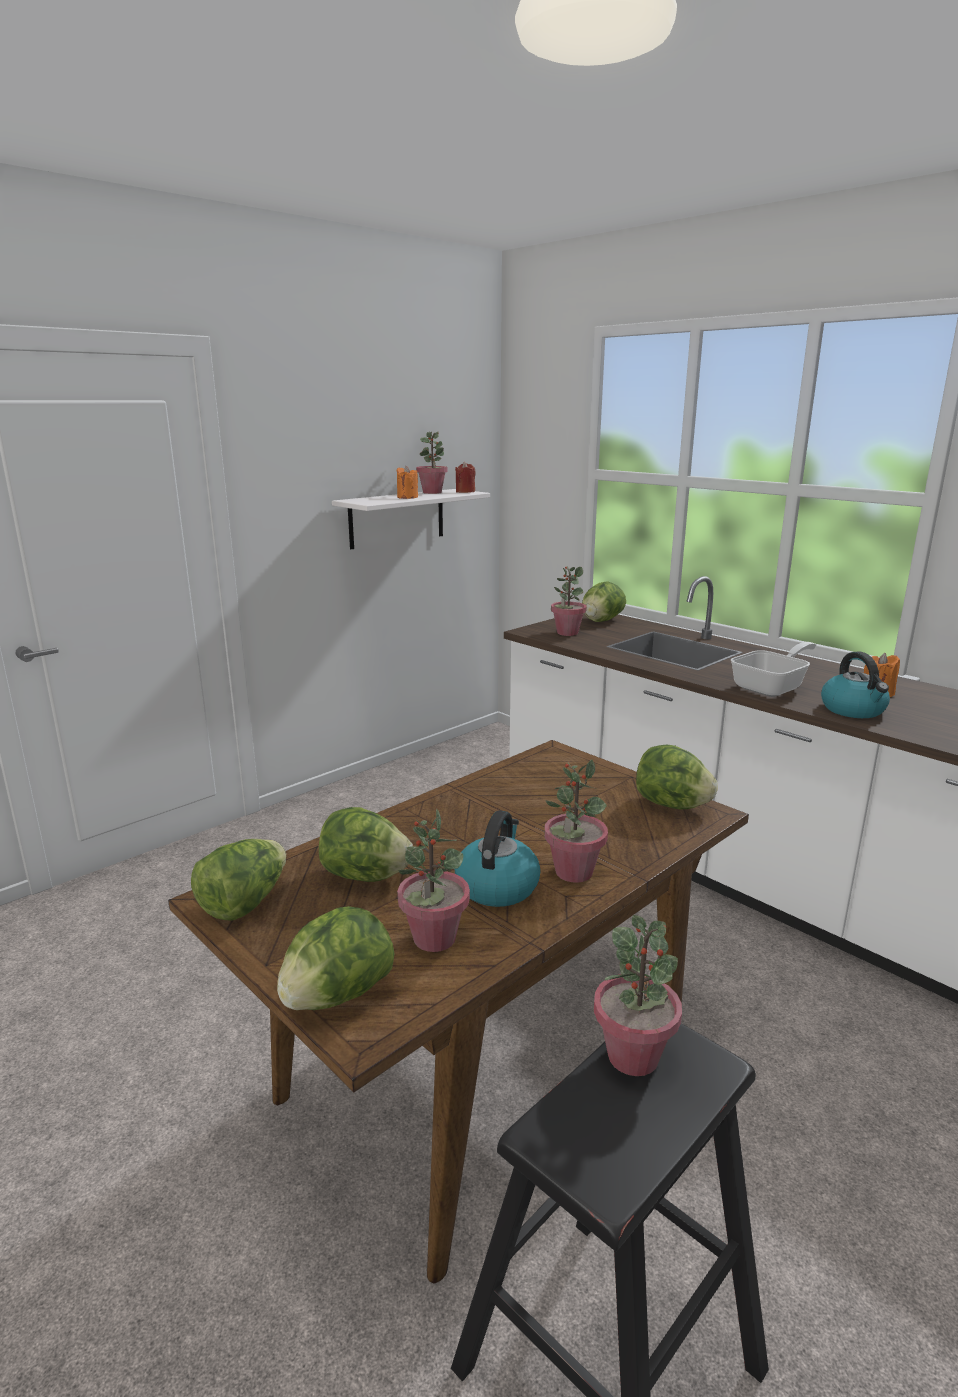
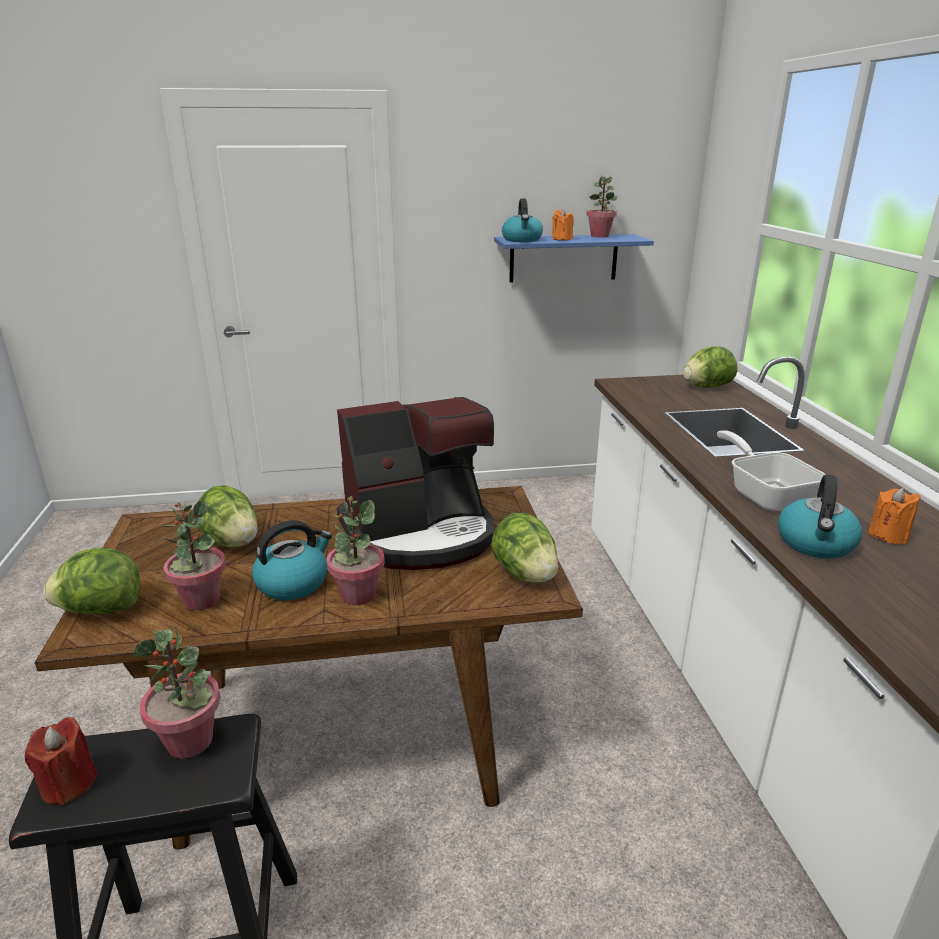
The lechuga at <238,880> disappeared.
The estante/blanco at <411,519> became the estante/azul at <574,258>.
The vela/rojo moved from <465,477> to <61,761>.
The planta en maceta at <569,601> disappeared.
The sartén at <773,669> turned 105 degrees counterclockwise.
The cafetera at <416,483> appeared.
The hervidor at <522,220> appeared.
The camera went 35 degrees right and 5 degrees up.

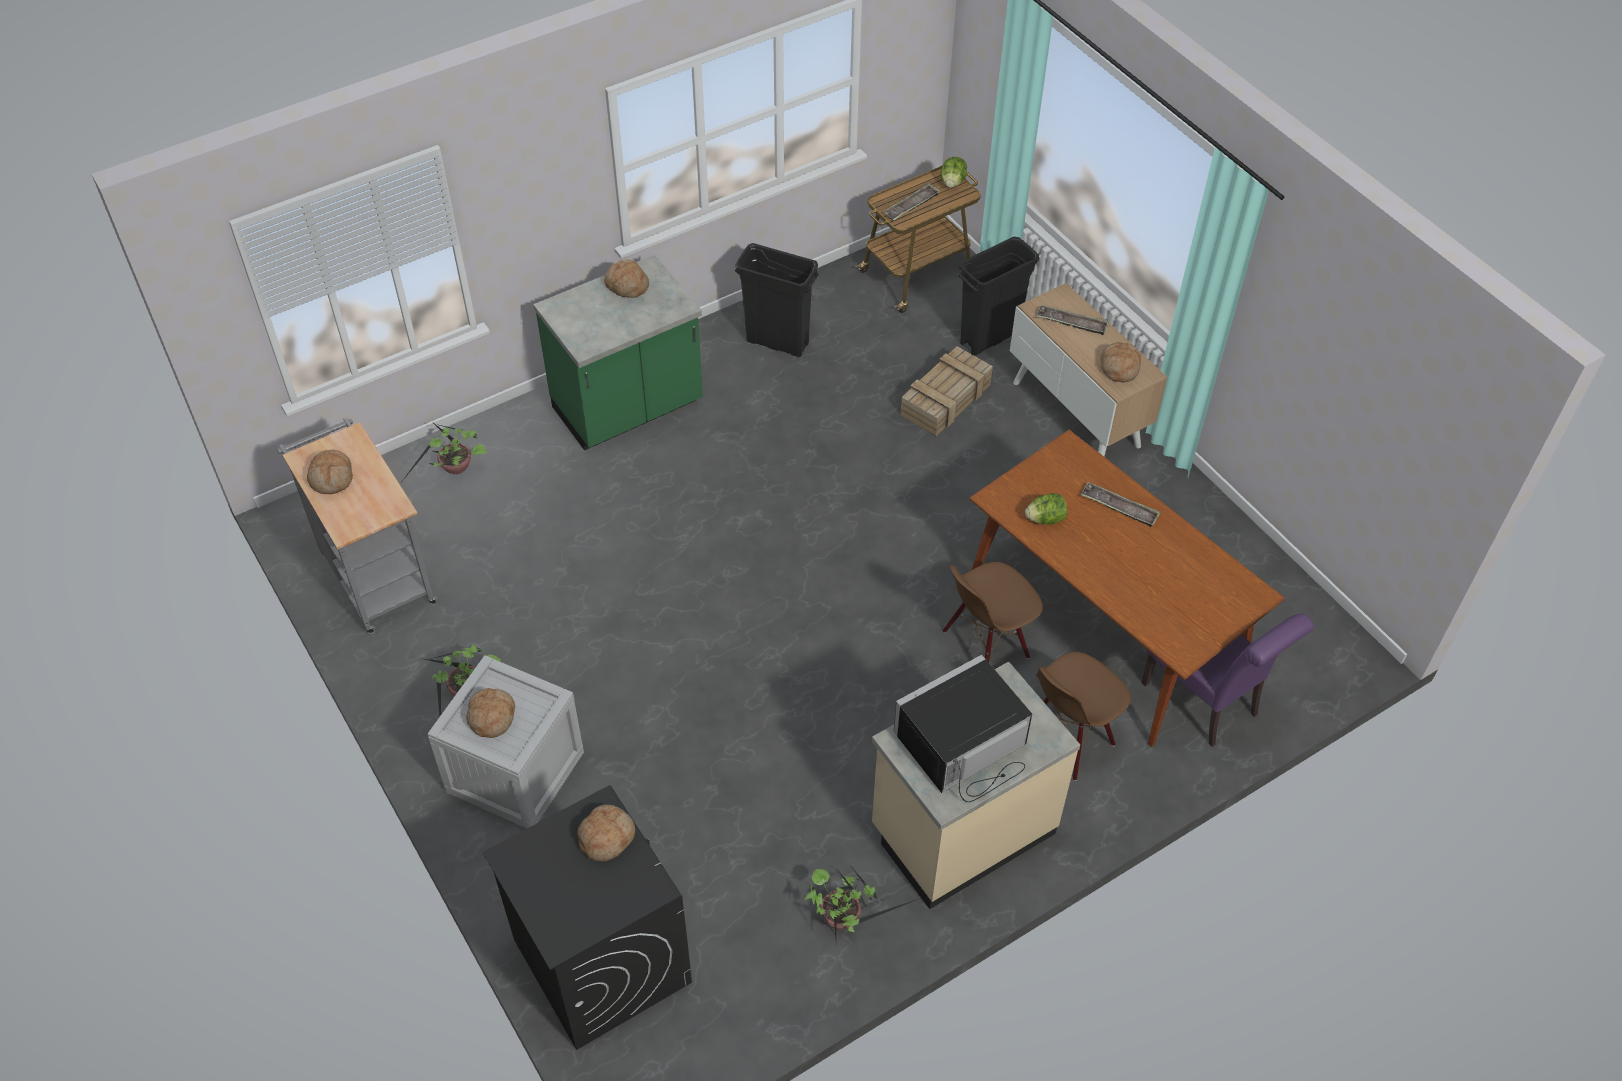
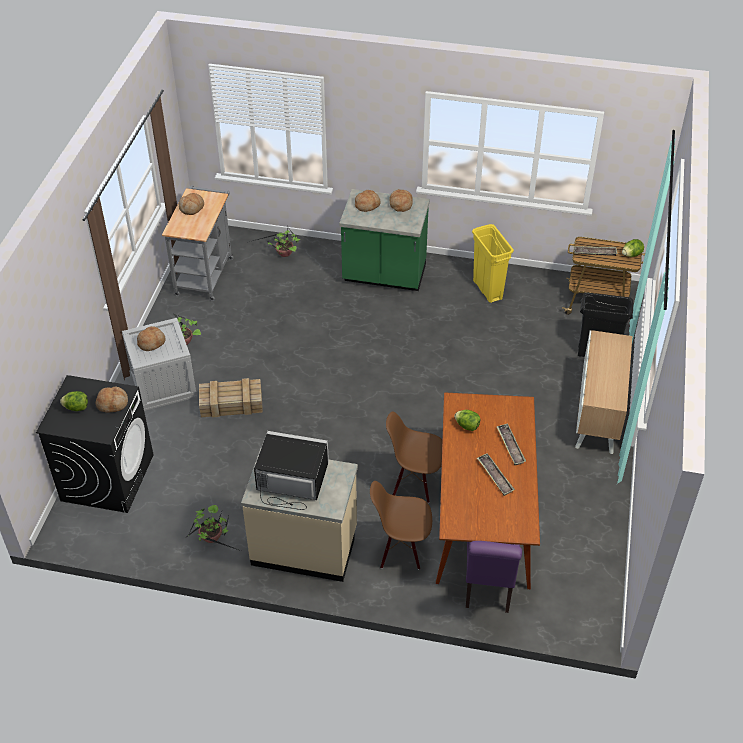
The papelera/negro at <777,300> became the papelera/amarillo at <493,263>.
The caja de embalaje moved from <946,391> to <231,397>.
The bandeja moved from <1072,320> to <496,474>.
The pan moved from <1120,362> to <367,201>.
The lechuga at <74,401> appeared.
The camera went 45 degrees right and 5 degrees down.

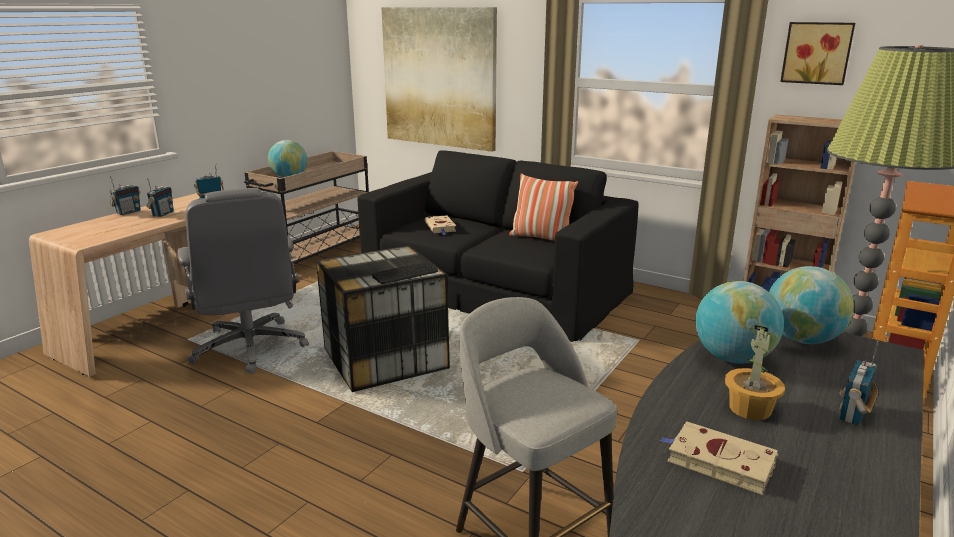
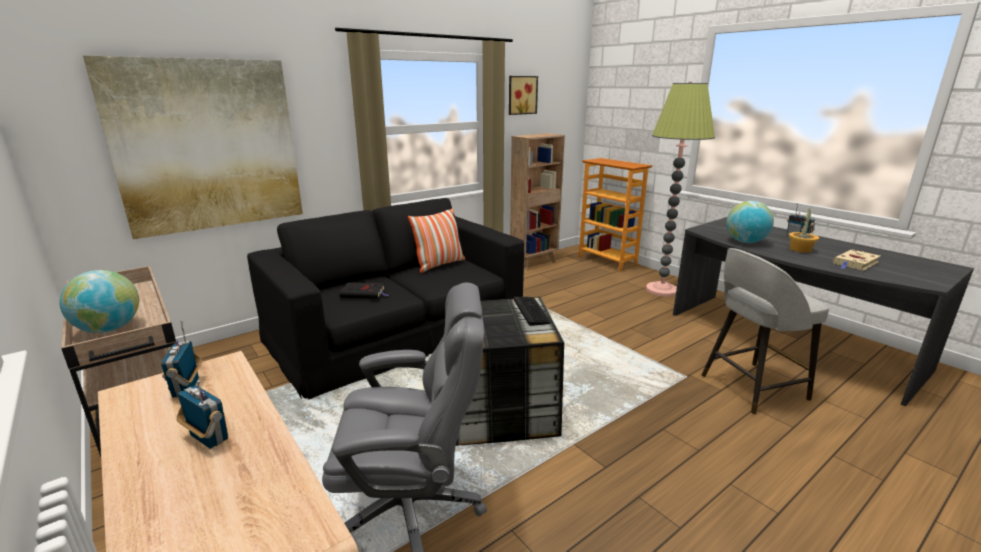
The radio at <125,195> disappeared.
The libro/beis at <440,225> became the libro/negro at <364,291>.
The globo terráqueo at <811,305> disappeared.
The camera went 70 degrees left and 0 degrees up.

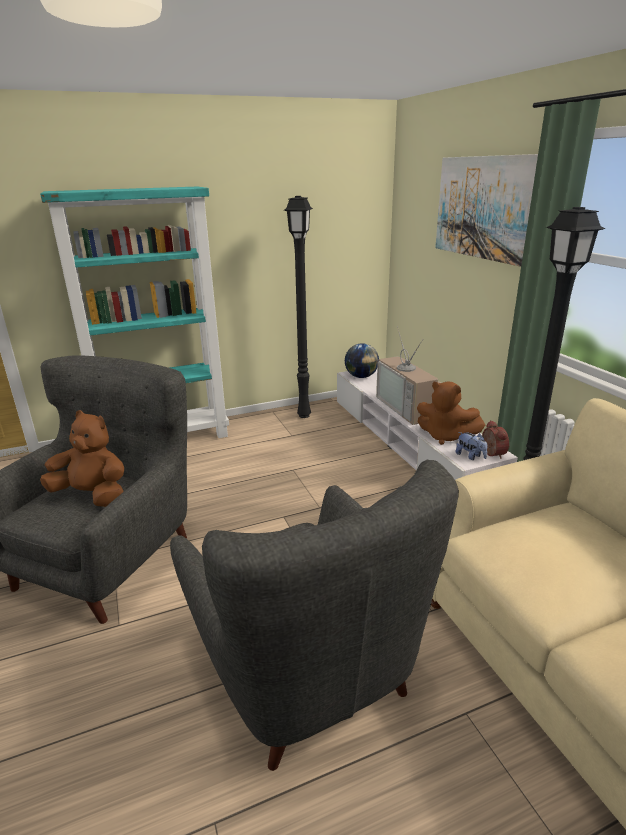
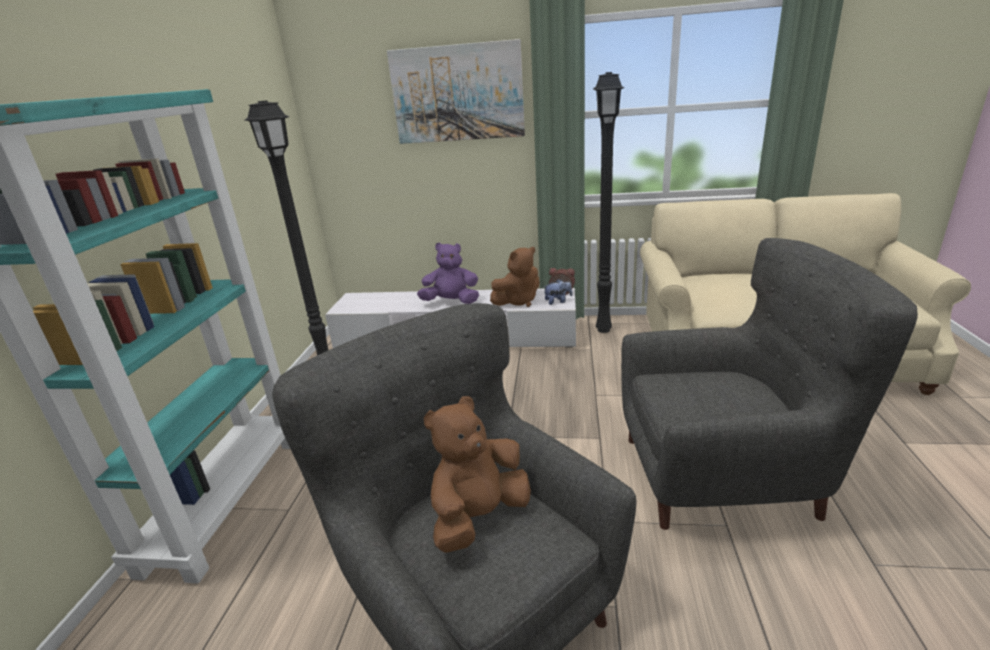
The globo terráqueo at <362,360> disappeared.
The televisor at <408,375> was replaced by the peluche/morado at <448,273>.
The camera went 60 degrees left and 0 degrees up.

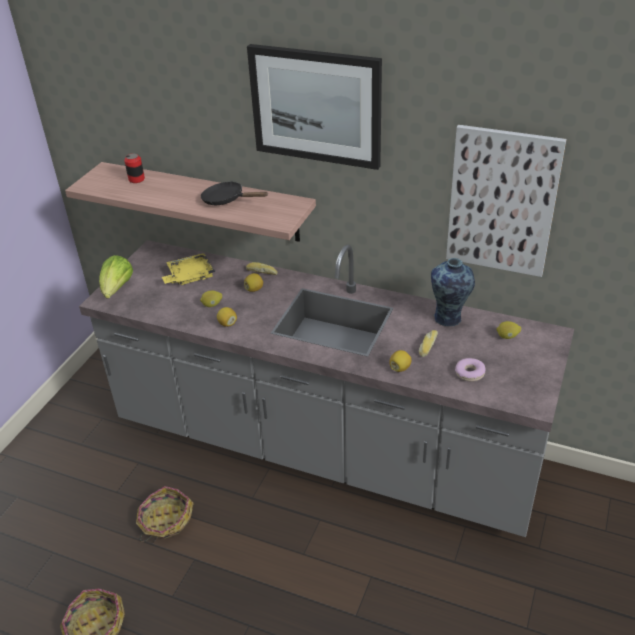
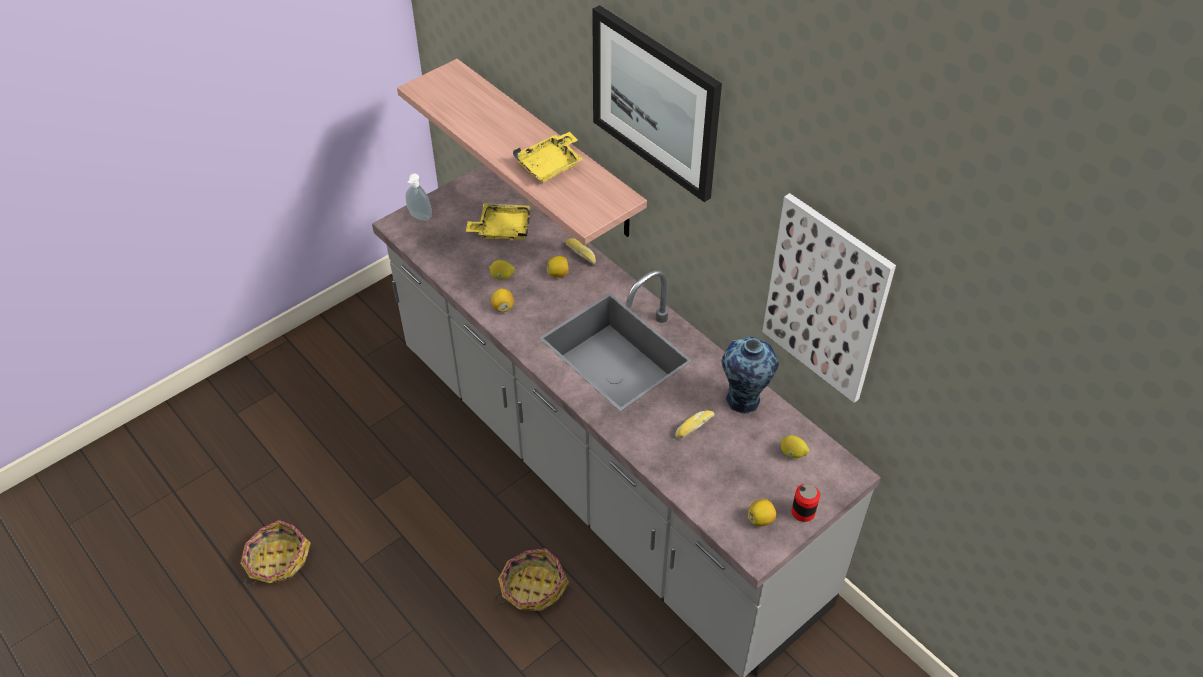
The lechuga at <116,276> was replaced by the dispensador de jabón at <418,197>.
The lata moved from <134,168> to <806,503>.
The cesta moved from <165,514> to <532,579>.
The sartén/negro at <234,193> was replaced by the bandeja/amarillo at <548,157>.
The limón moved from <400,361> to <762,512>.
The rosquilla at <470,369> disappeared.
The camera went 25 degrees right and 10 degrees up.

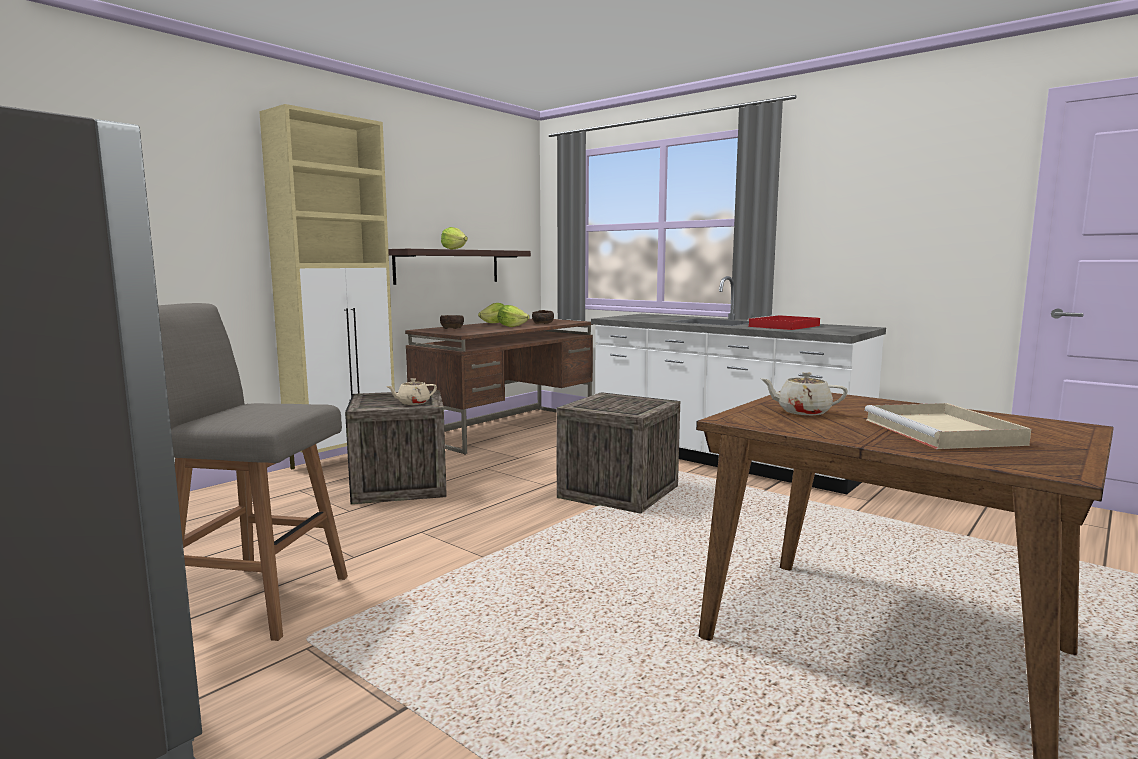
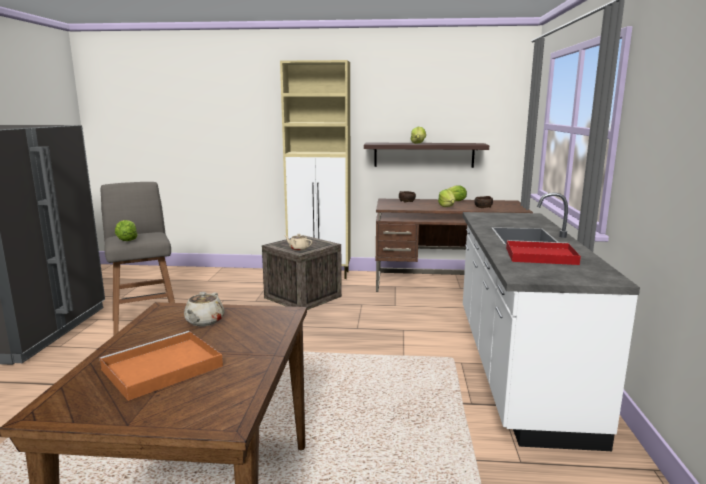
The caja de embalaje at <618,453> disappeared.
The tetera/beis at <804,393> turned 150 degrees counterclockwise.
The bandeja/beis at <947,426> became the bandeja/naranja at <161,366>.
The lechuga at <126,230> appeared.
The camera went 55 degrees right and 5 degrees up.

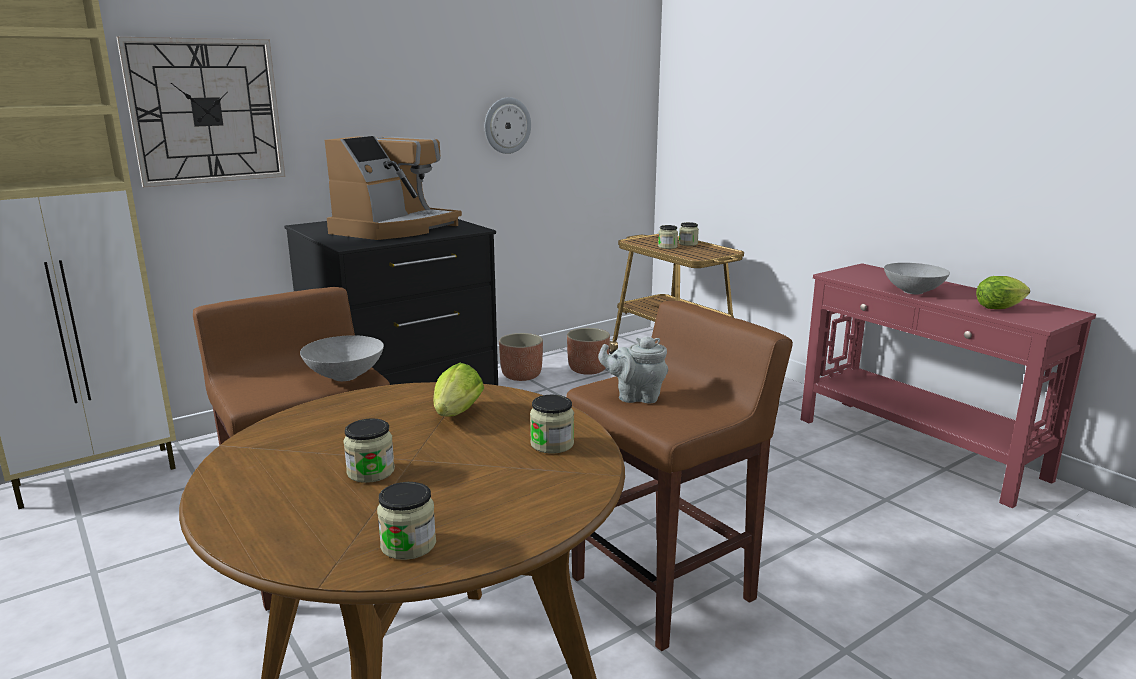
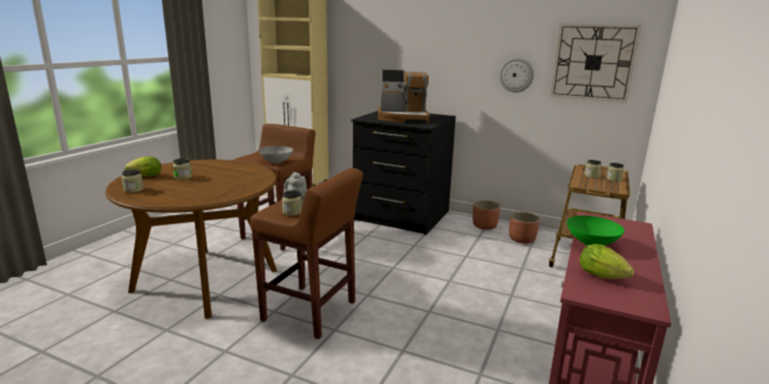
The reloj de pared moved from <200,112> to <595,63>.
The lechuga moved from <458,390> to <143,166>.
The tarro moved from <552,424> to <292,203>.
The cuenco/gris at <917,278> became the cuenco/verde at <595,231>.
The camera went 60 degrees right and 0 degrees up.

